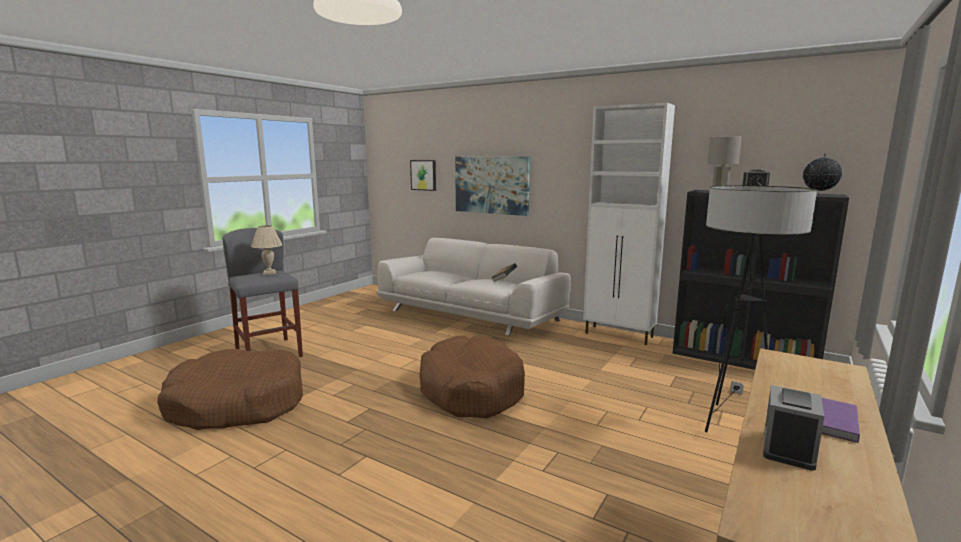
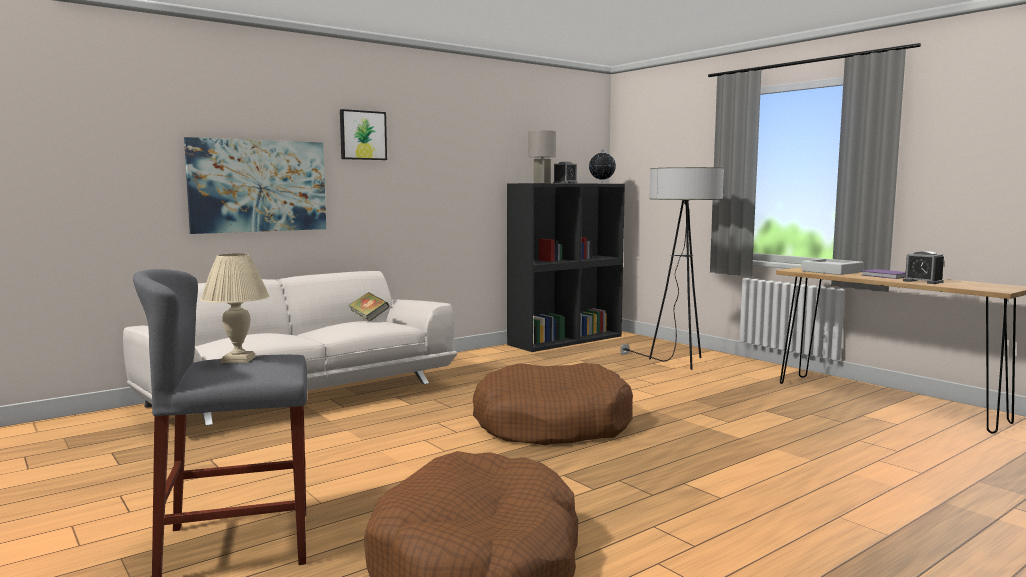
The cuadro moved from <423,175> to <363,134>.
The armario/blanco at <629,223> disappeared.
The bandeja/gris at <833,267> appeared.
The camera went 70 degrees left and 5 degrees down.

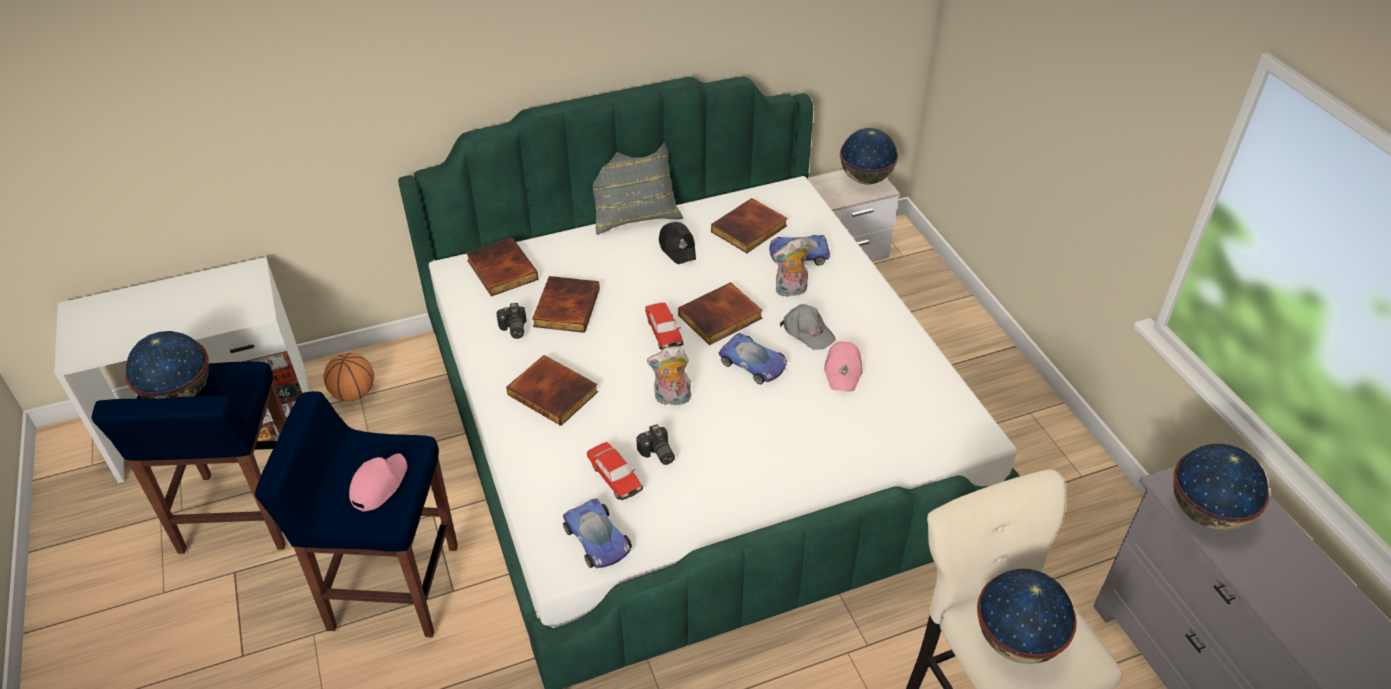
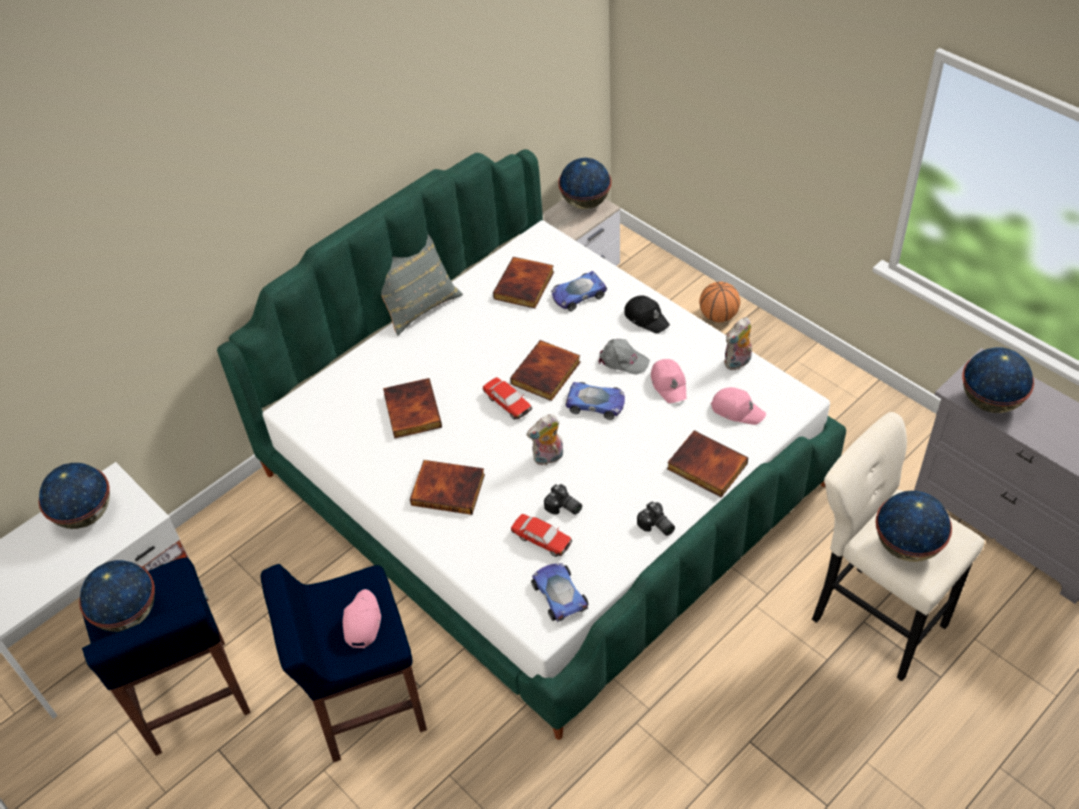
The balón de baloncesto moved from <349,377> to <719,302>.
The libro moved from <502,266> to <707,464>.
The cámara moved from <512,321> to <656,518>.
The coche de juguete at <597,533> turned 150 degrees counterclockwise.
The gorra/negro moved from <677,243> to <647,314>.
The peluche moved from <790,267> to <738,343>.
The globo terráqueo at <74,496> appeared.
The gorra/rosa at <738,406> appeared.
The camera went 20 degrees left and 5 degrees up.

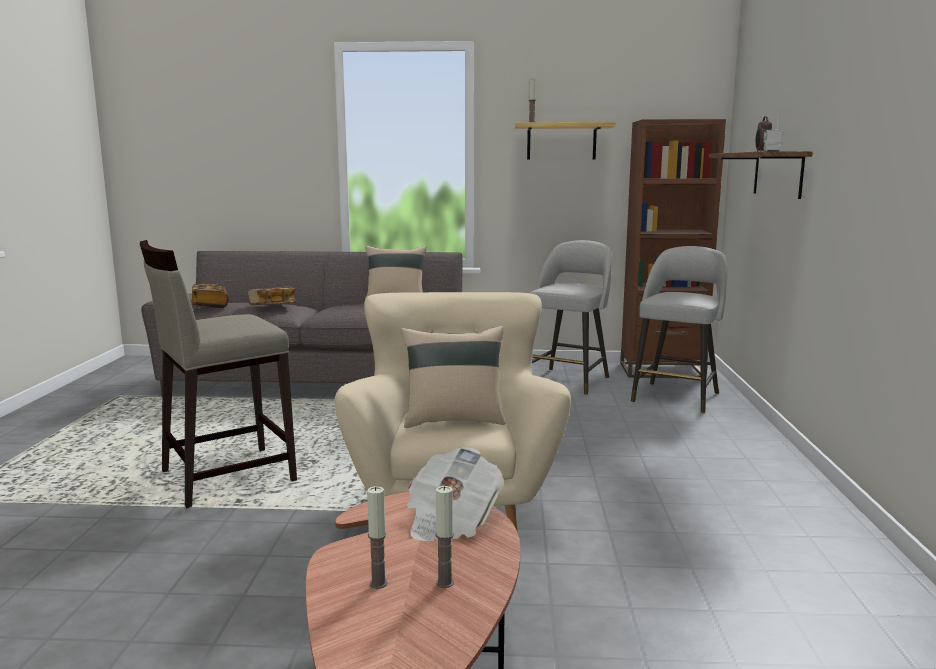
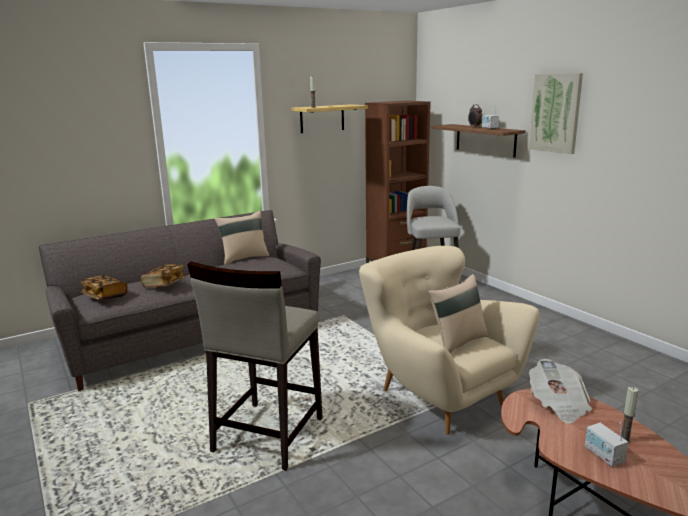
The vela at <377,537> was replaced by the radio at <606,444>.
The taburete/gris at <570,317> disappeared.
The cuadro at <556,113> appeared.
The camera went 35 degrees left and 5 degrees up.

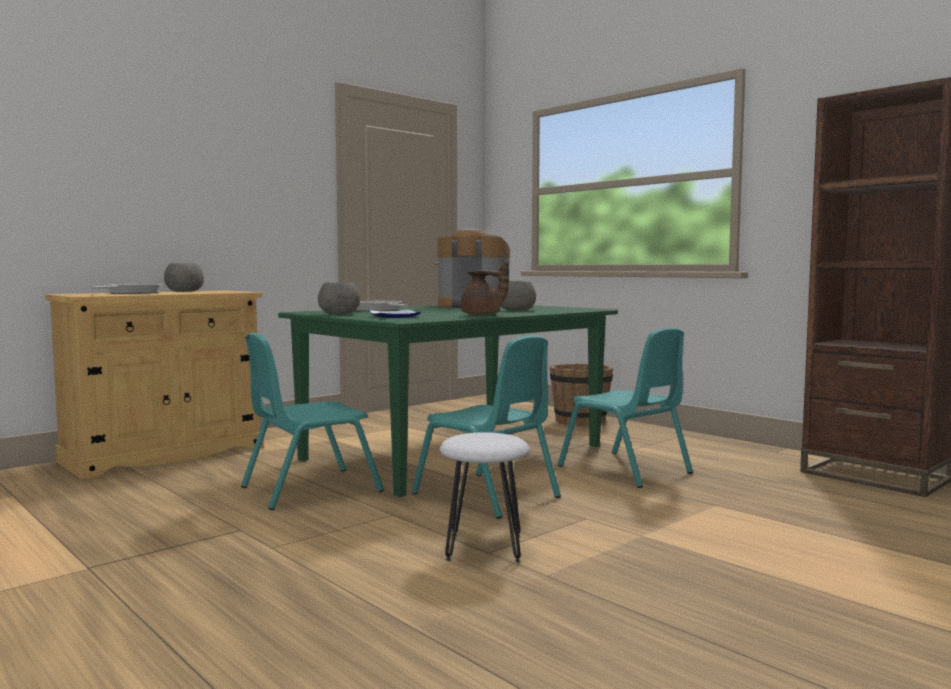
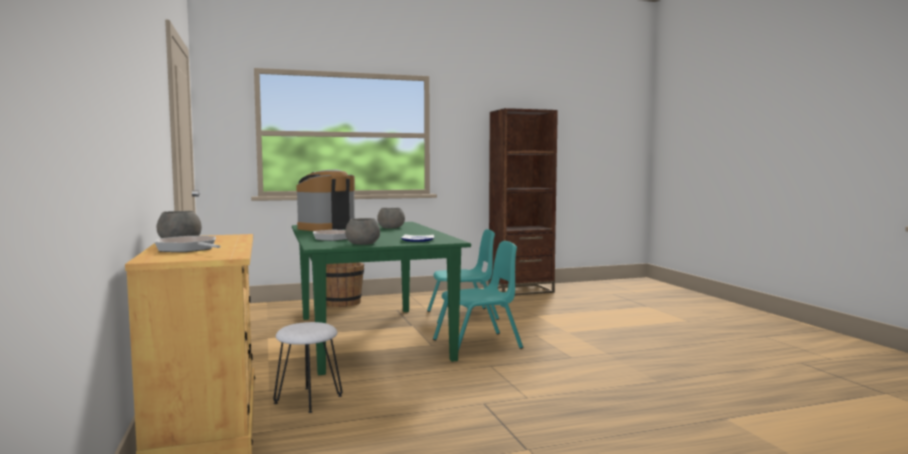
The silla/turquesa at <312,421> disappeared.
The taburete/blanco moved from <485,497> to <307,367>.
The tetera/marrón at <485,288> disappeared.
The camera went 65 degrees left and 0 degrees up.

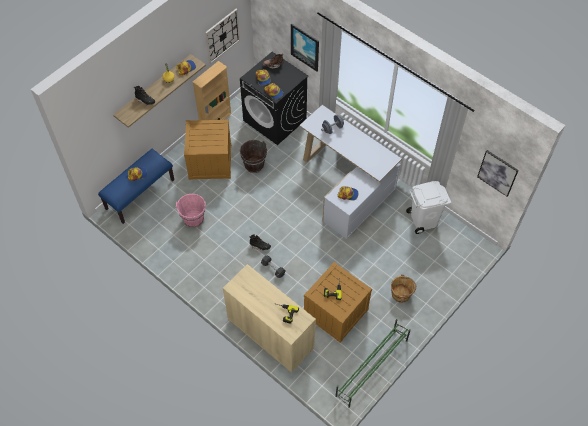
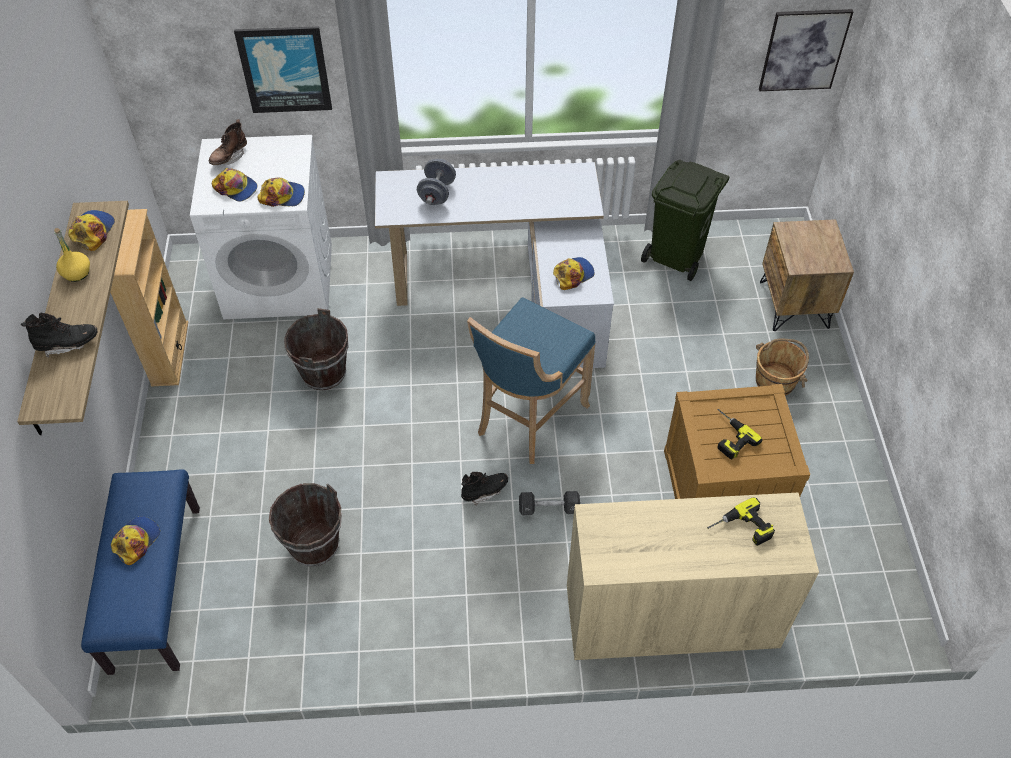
The cubo/rosa at <191,211> became the cubo/marrón at <305,524>.
The caja de embalaje at <207,149> disappeared.
The reloj de pared at <222,36> disappeared.
The lavadora/negro at <274,98> became the lavadora/blanco at <261,227>.
The zapatero/verde at <373,363> disappeared.
The papelera/blanco at <429,207> became the papelera/verde at <685,220>.
The taburete/azul at <531,381> appeared.
The mesita de noche/marrón at <807,275> appeared.
The camera went 45 degrees left and 5 degrees down.

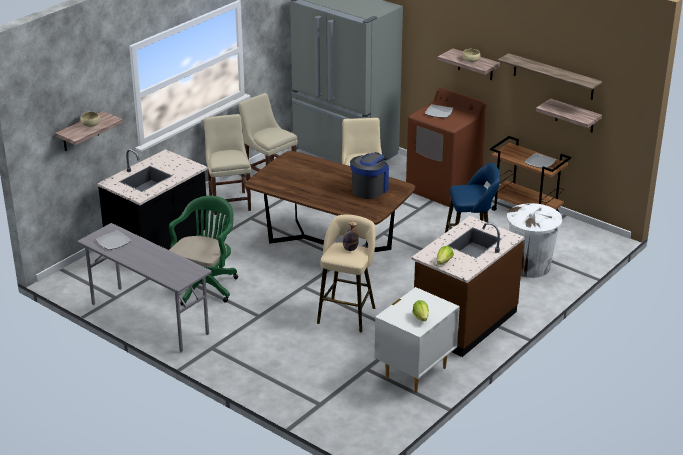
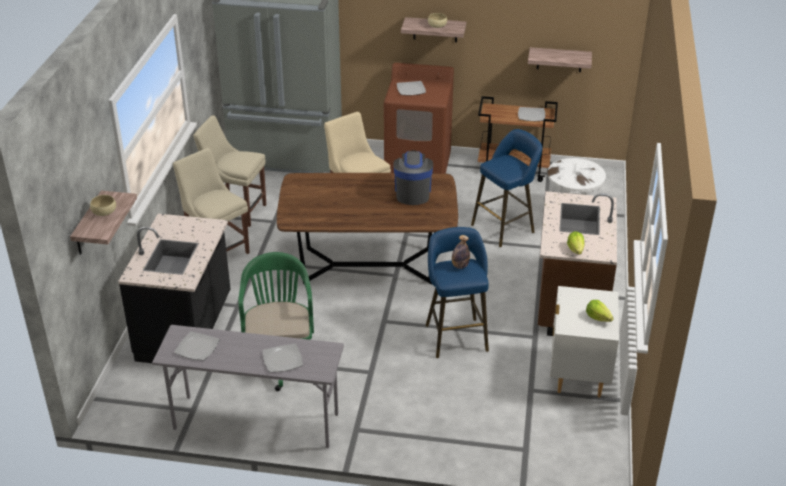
The taburete/beis at <346,273> became the taburete/azul at <457,292>.
The estante at <550,76> disappeared.
The plato at <283,358> appeared.
The camera went 30 degrees left and 5 degrees up.

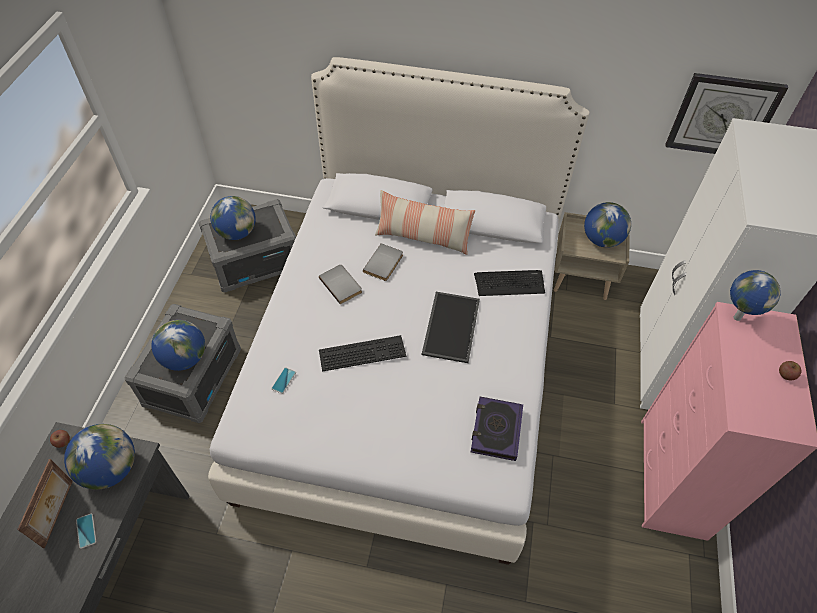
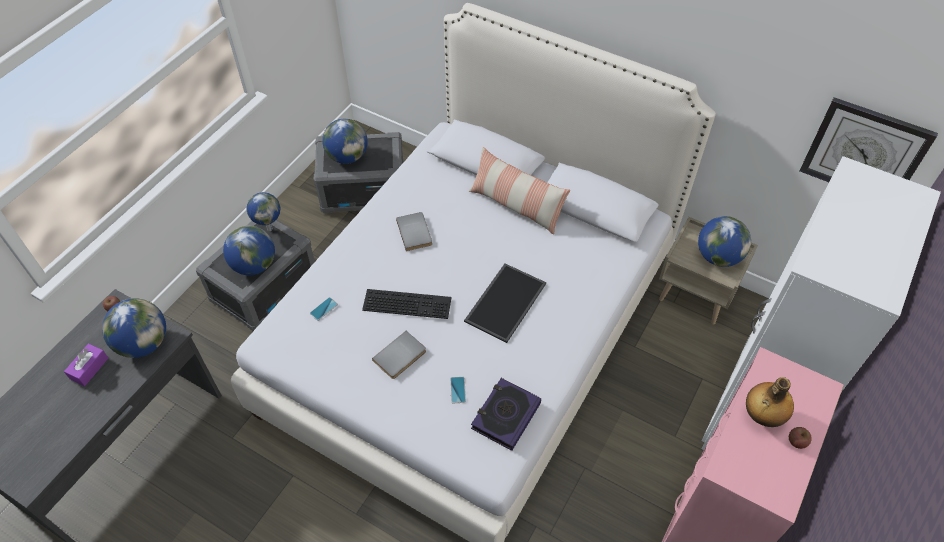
The portarretratos at <45,504> was replaced by the caja de pañuelos/morado at <86,365>.
The móvil moved from <86,531> to <458,390>.
The libro/gris moved from <383,262> to <399,355>.
The teclado at <509,283> disappeared.
The globo terráqueo moved from <755,295> to <263,211>.
The botella at <770,402> appeared.
The camera went 20 degrees right and 0 degrees up.

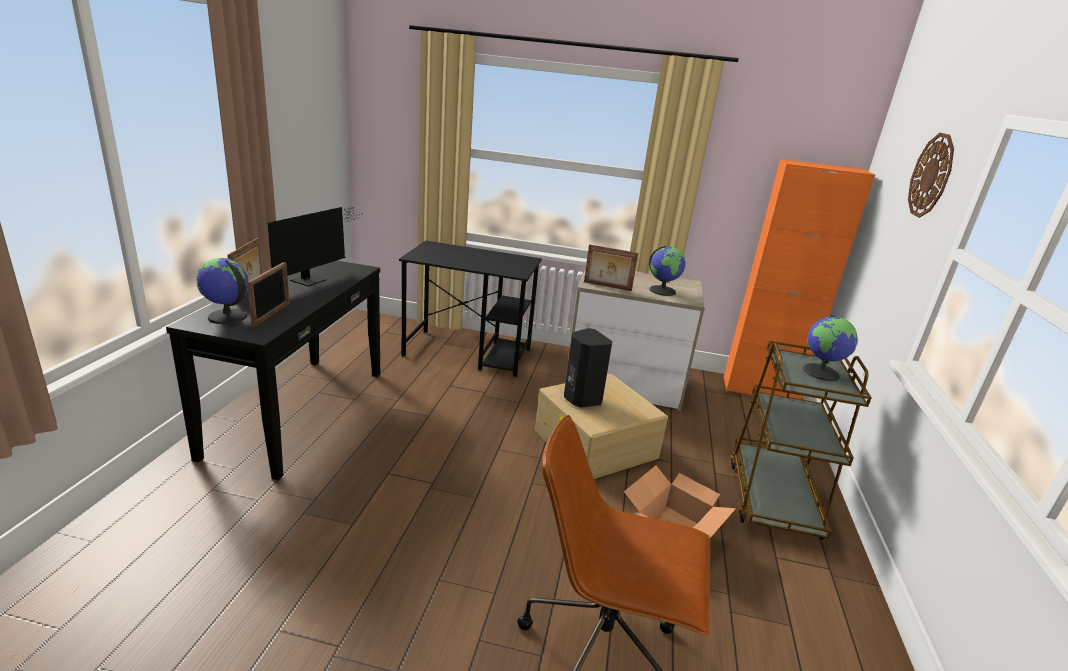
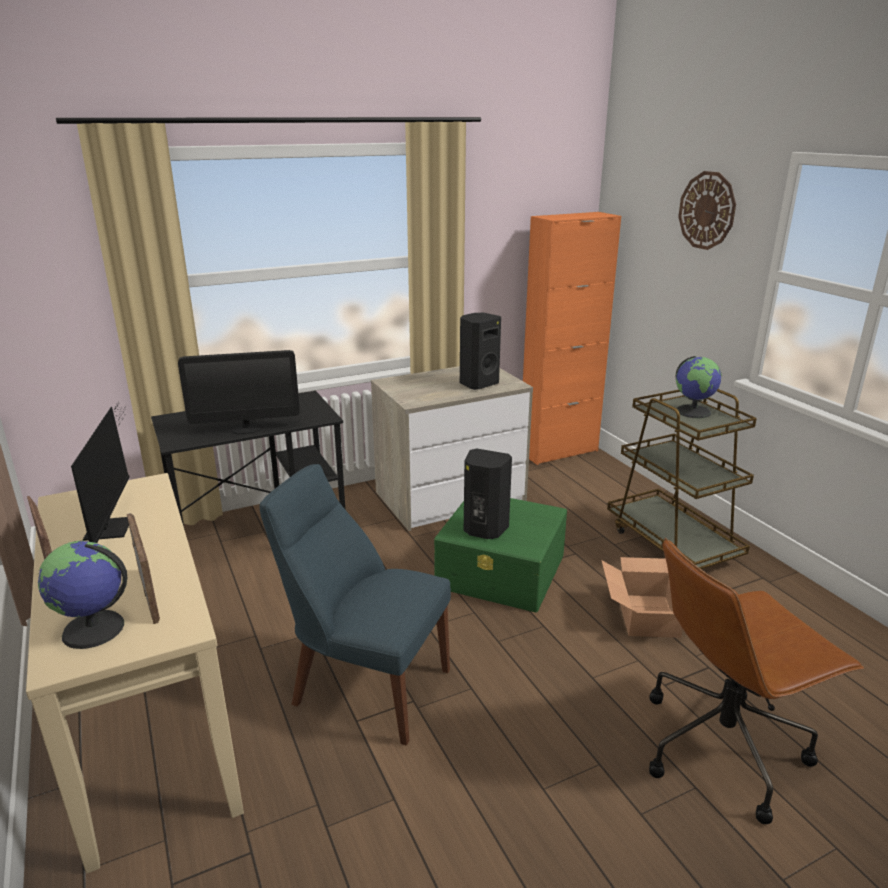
The mesa consola/negro at <273,370> became the mesa consola/beis at <135,673>.
The caja de almacenaje/beis at <601,426> became the caja de almacenaje/verde at <500,555>.
The portarretratos at <611,267> disappeared.
The globo terráqueo at <667,271> was replaced by the altavoz/negro at <480,351>.
The monitor at <239,392> appeared.
The silla/azul at <355,605> appeared.
The camera went 35 degrees left and 0 degrees up.

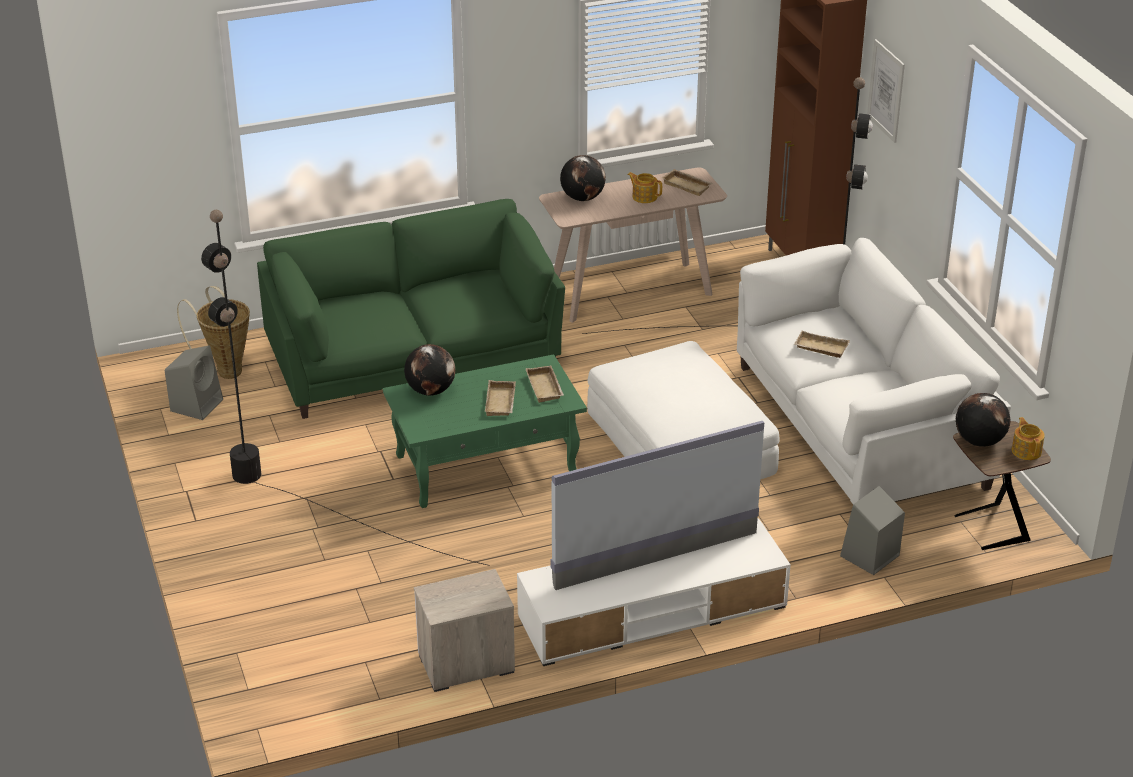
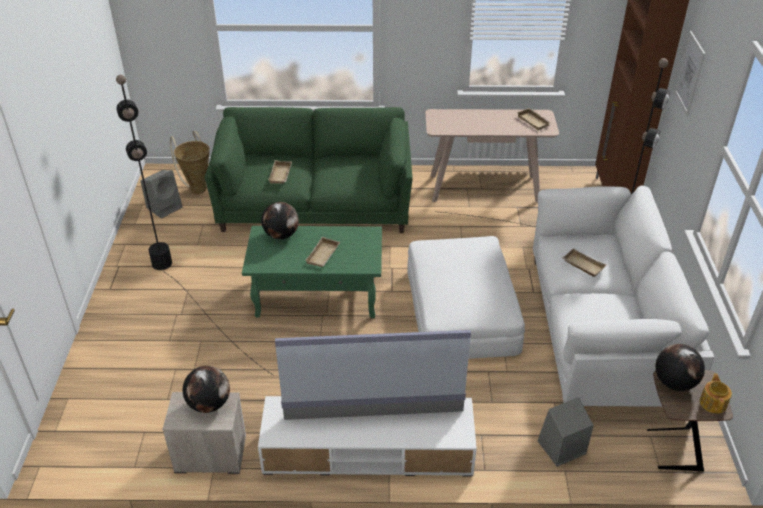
The bandeja/beis moved from <545,384> to <280,171>.
The globo terráqueo moved from <583,178> to <206,389>.
The tetera at <644,187> disappeared.
The camera went 20 degrees right and 5 degrees up.

